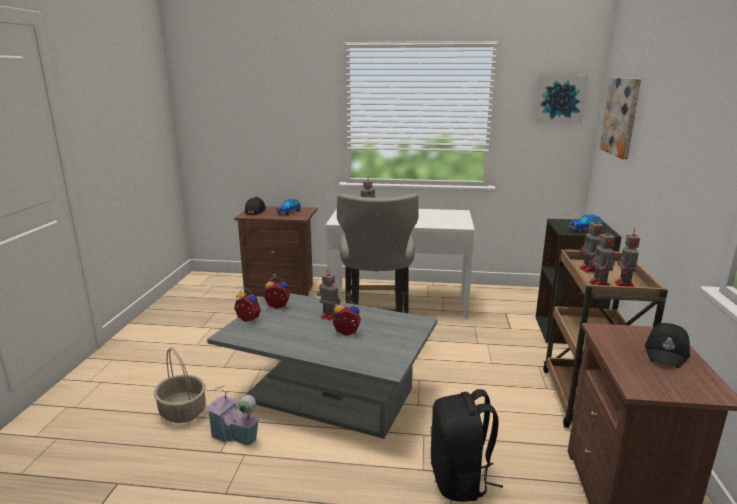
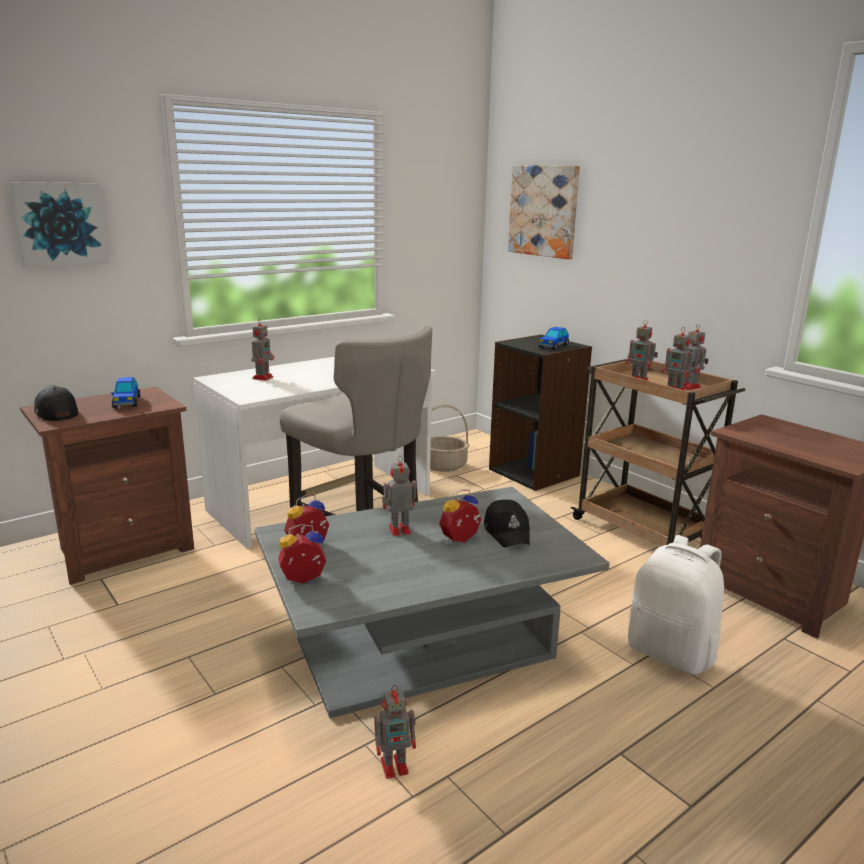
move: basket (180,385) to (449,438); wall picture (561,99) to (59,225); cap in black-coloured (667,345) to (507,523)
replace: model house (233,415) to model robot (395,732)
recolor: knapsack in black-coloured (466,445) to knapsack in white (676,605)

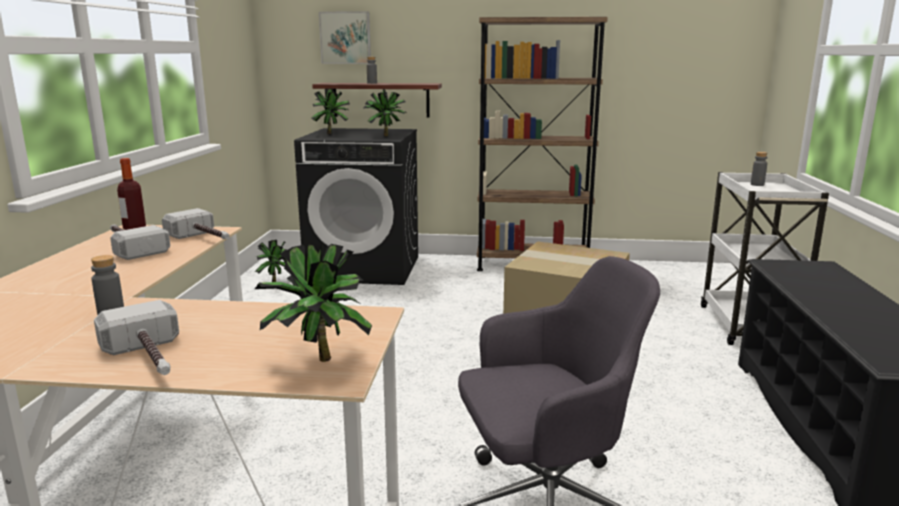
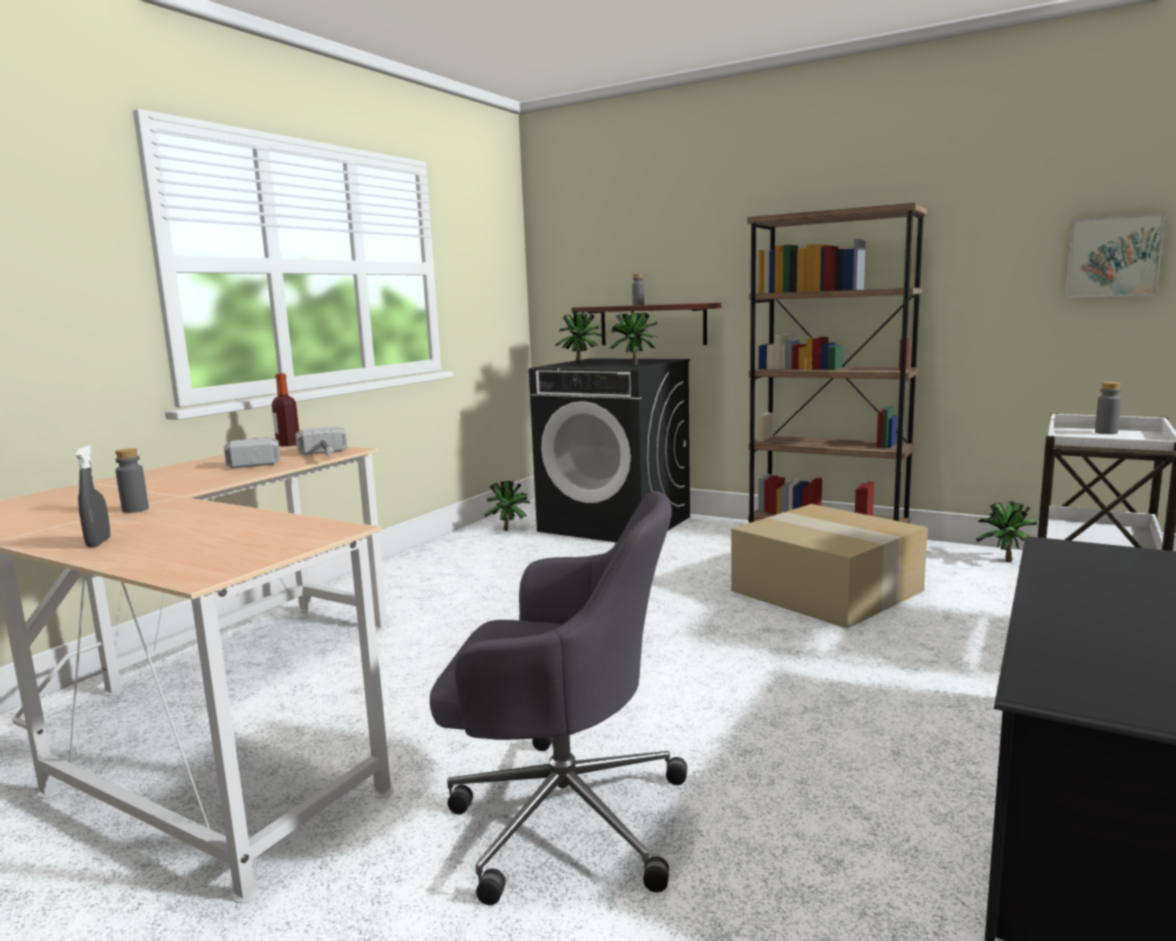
move: potted plant (313,302) to (1007,532); wall picture (345,37) to (1115,255)
replace: hand hammer (136,337) to hand sprayer in greyish (92,496)

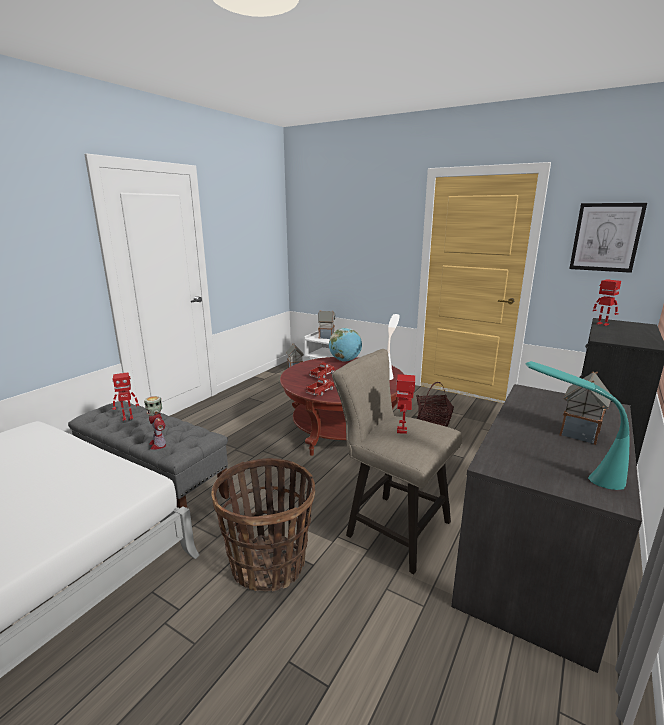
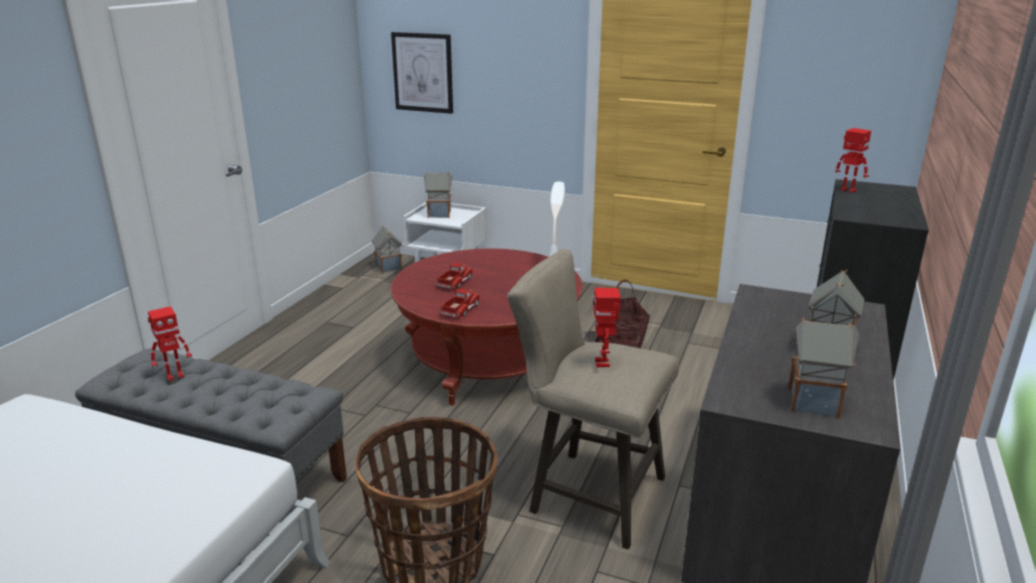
delete: model robot (155,423); globe (345,345)
move: wall picture (608,238) to (422,73)
replace: lamp for a table in blue-green (577,425) to model house (823,368)

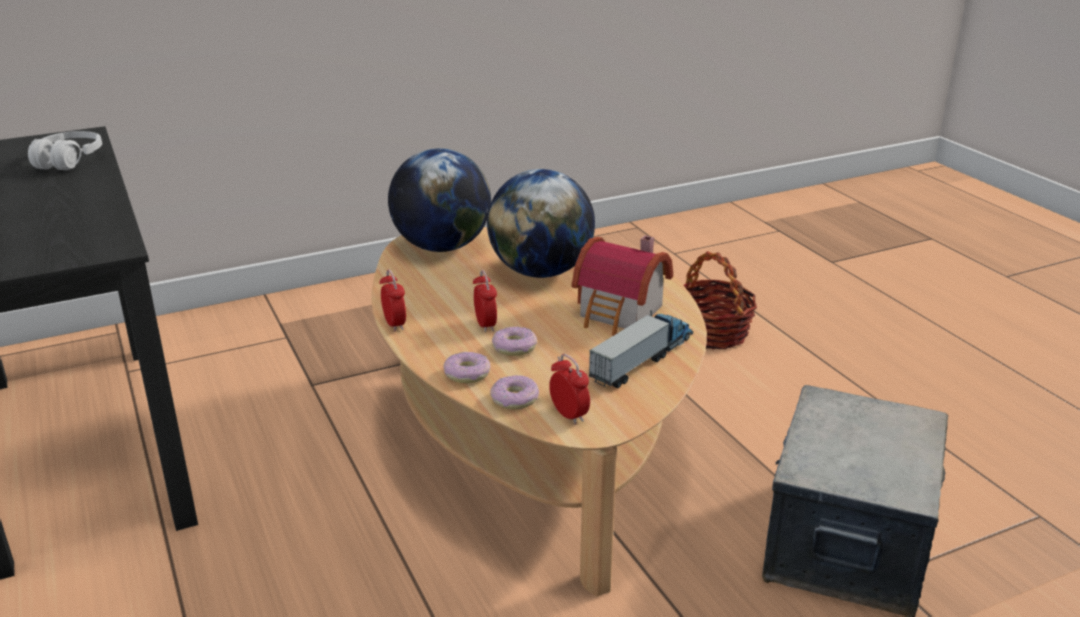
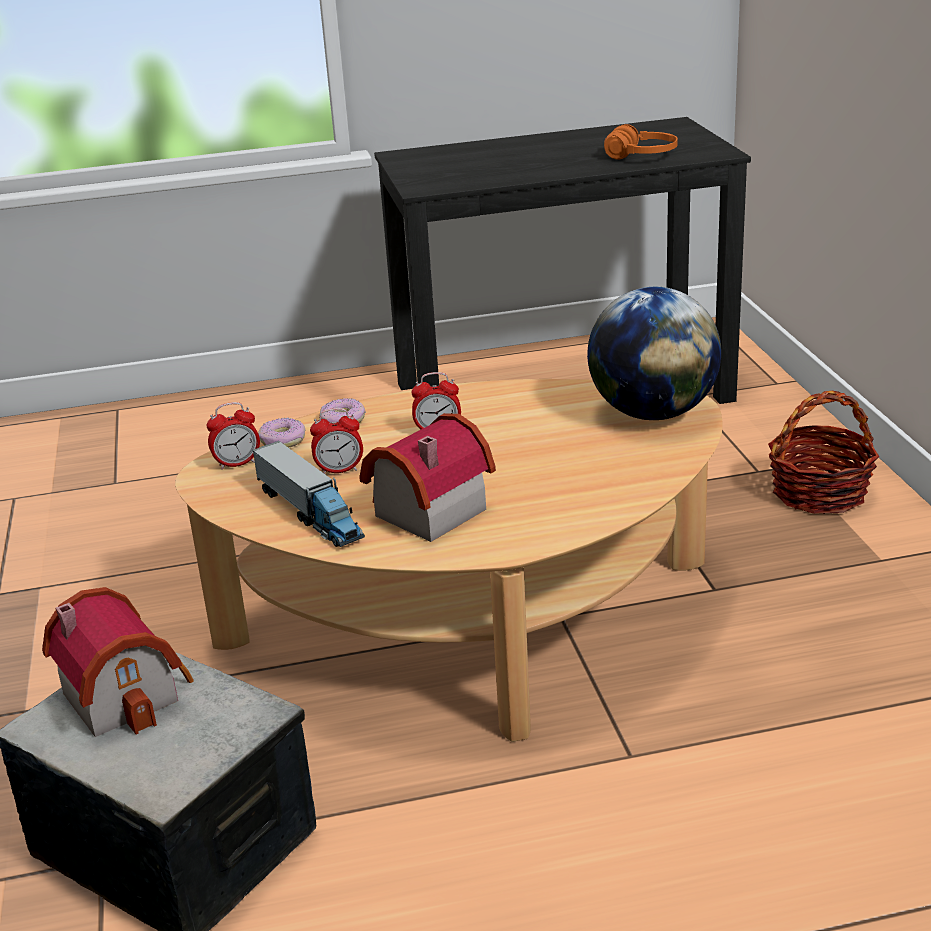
delete: globe (541,223); doughnut (514,341)
insert: model house (118,662)
move: alarm clock (393,300) to (336,441); basket (720,300) to (823,452)
recolor: headset in white (65,150) to headset in orange (641,141)

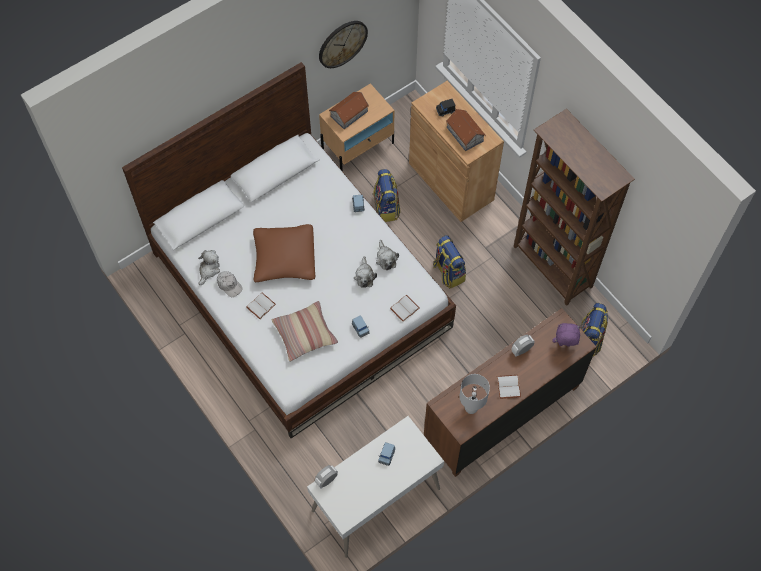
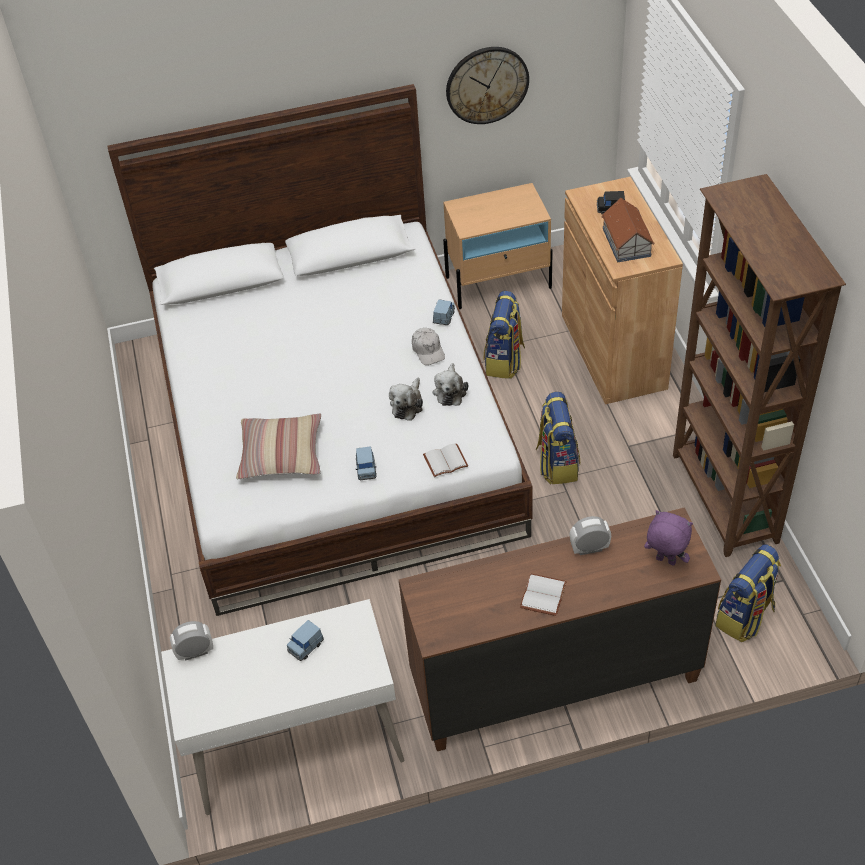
delete: cuddly toy (209,267); volume in white (261,306); throw pillow in brownish (284,253); model house (349,110); lamp for a table in white (474,394)
move: cap in white (230,284) to (428,346)

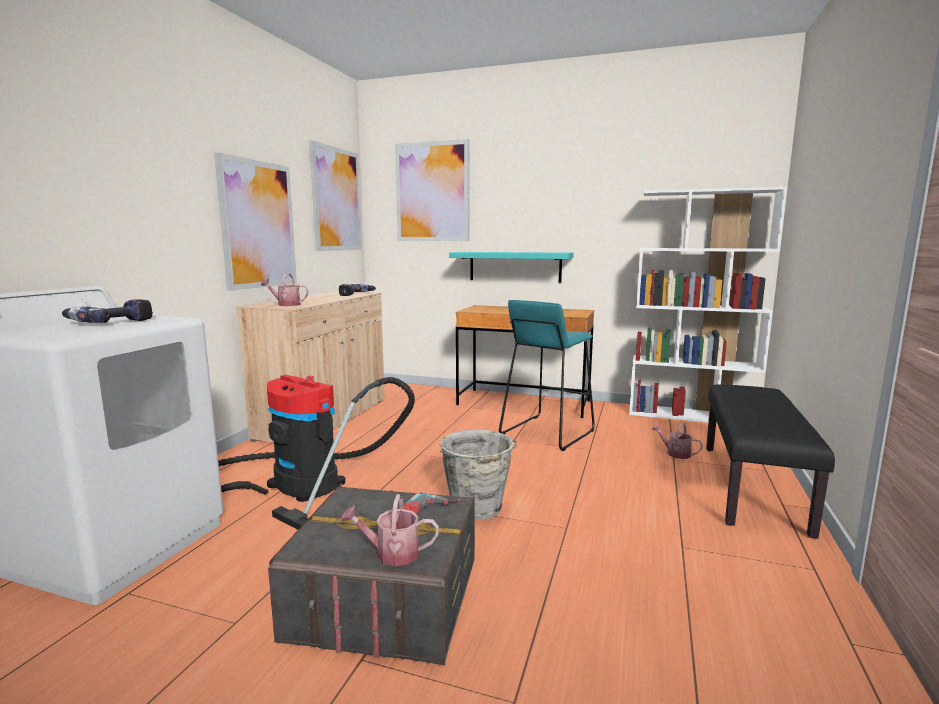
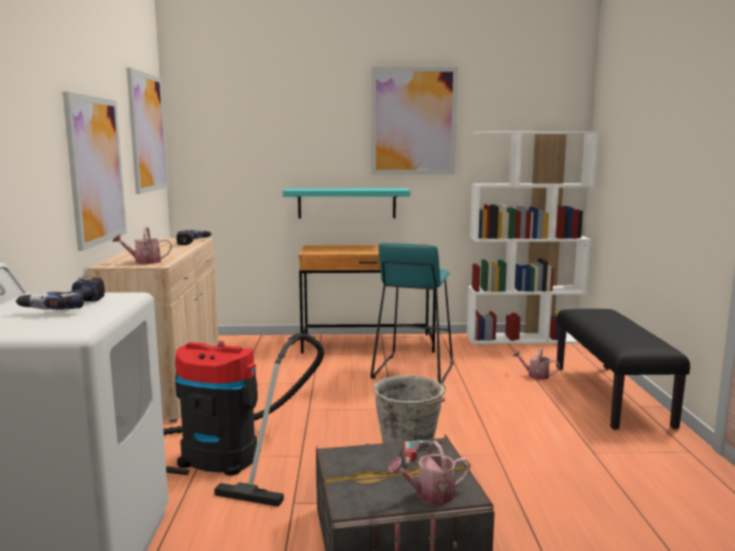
move: wall picture (432,190) to (414,120)

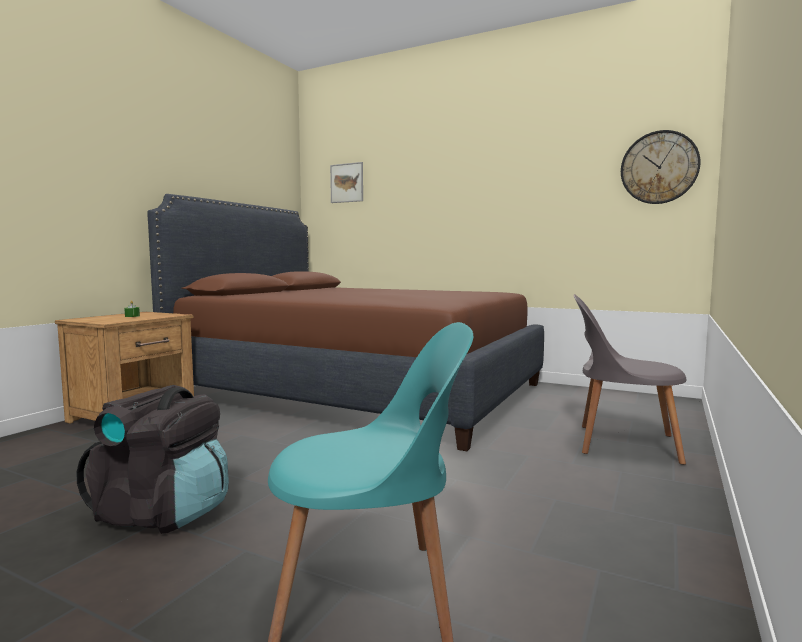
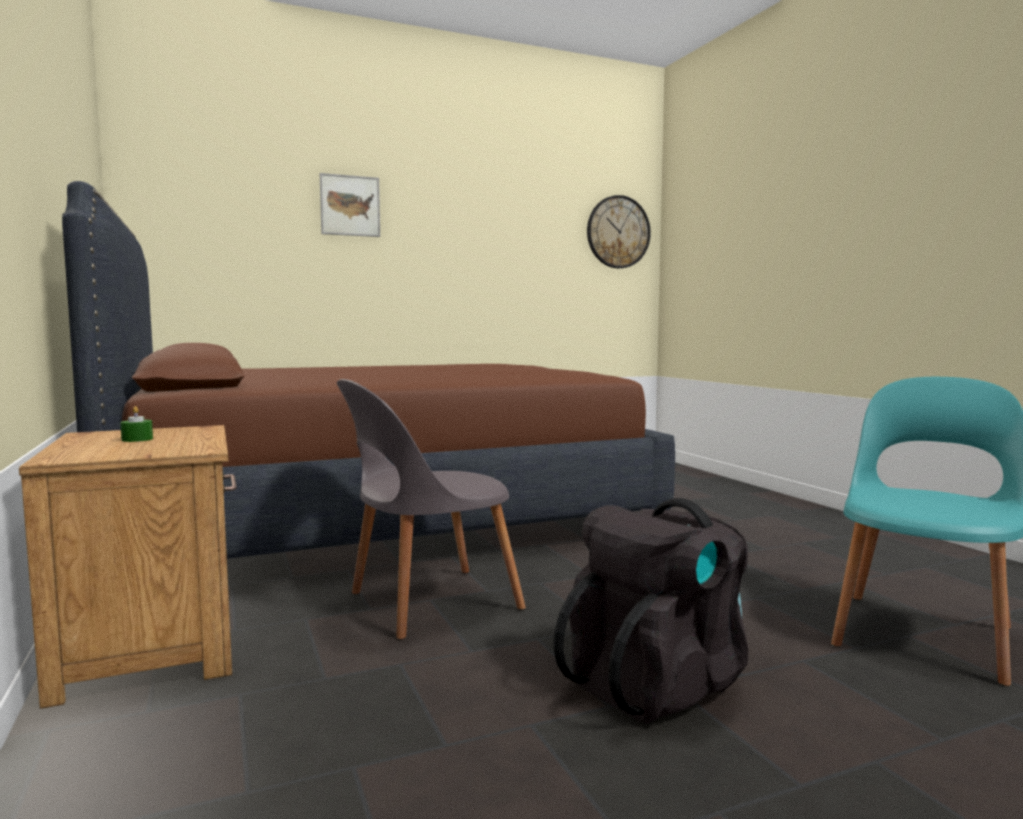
move: wall picture (346,182) to (350,205); upright chair in greyish (629,379) to (431,509)

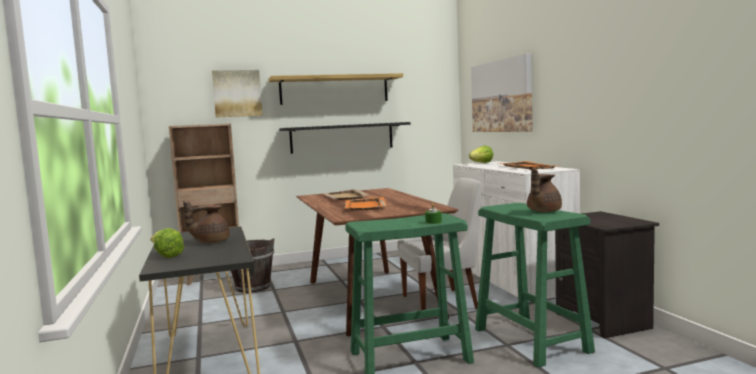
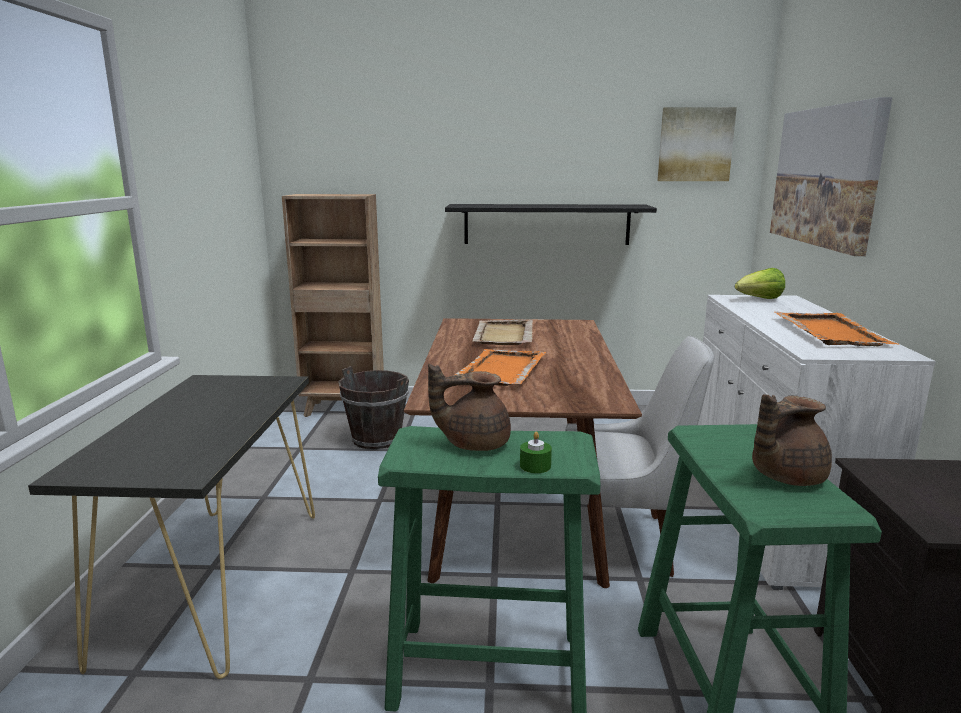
delete: head of lettuce (167,243); wall shelf (336,89)
move: teapot in brownish (206,222) to (469,407); wall picture (237,94) to (697,144)

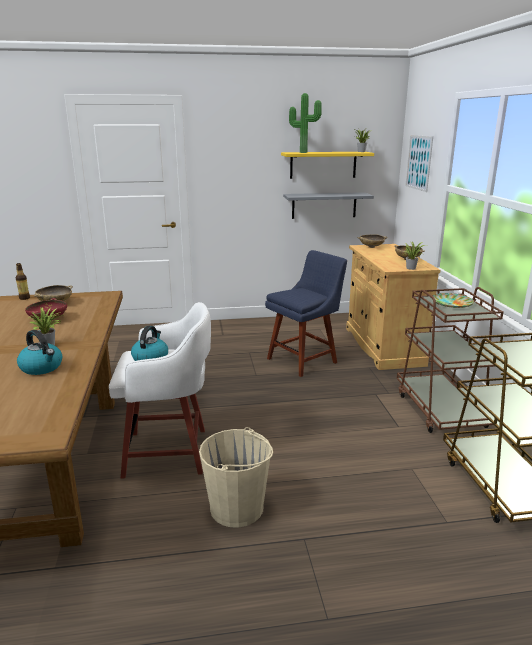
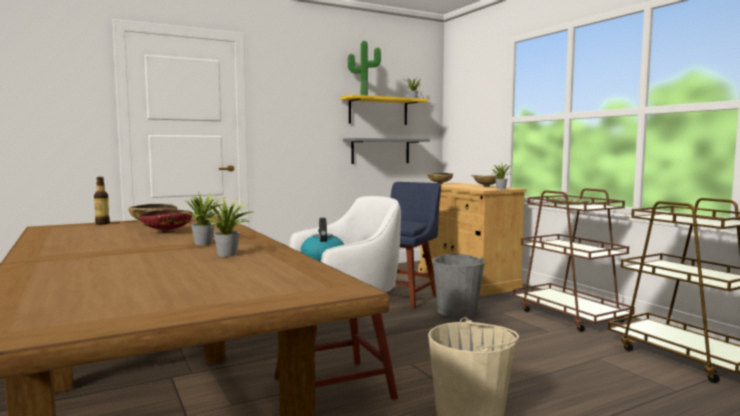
delete: wall picture (419,163)
insert: bucket in greyish (458,286)
replace: tea kettle (40,352) to potted plant (229,227)

